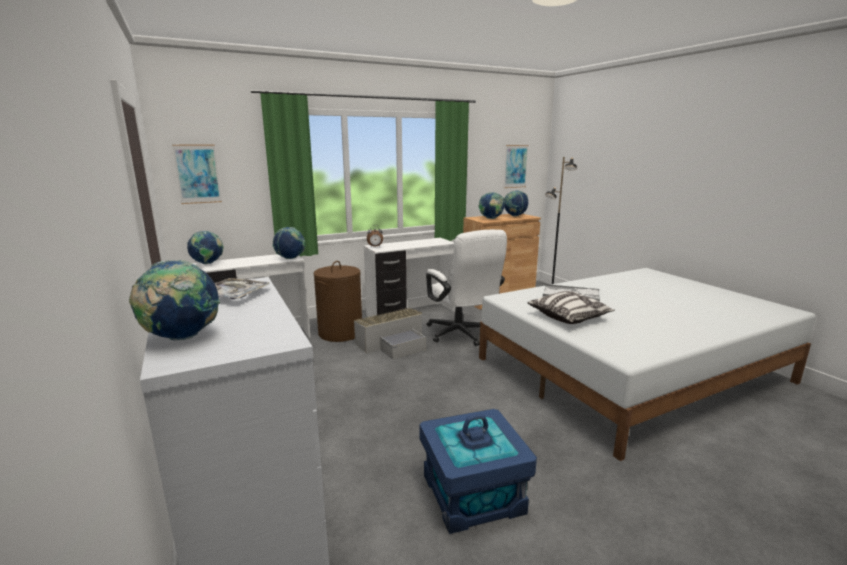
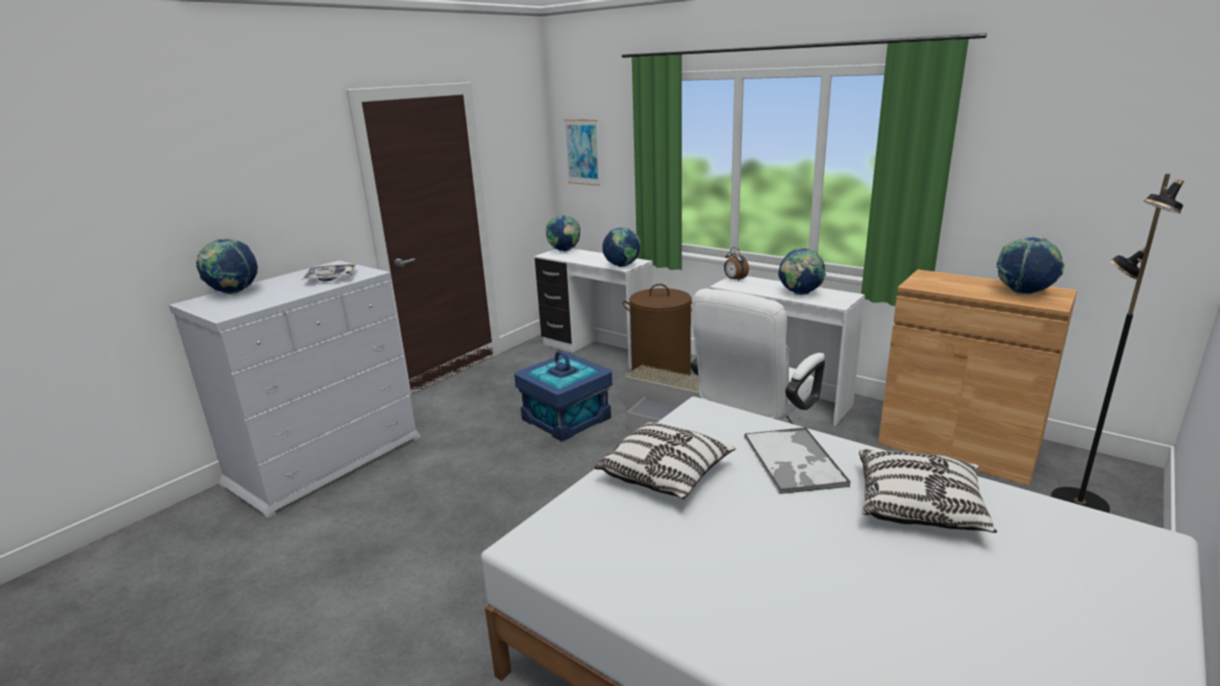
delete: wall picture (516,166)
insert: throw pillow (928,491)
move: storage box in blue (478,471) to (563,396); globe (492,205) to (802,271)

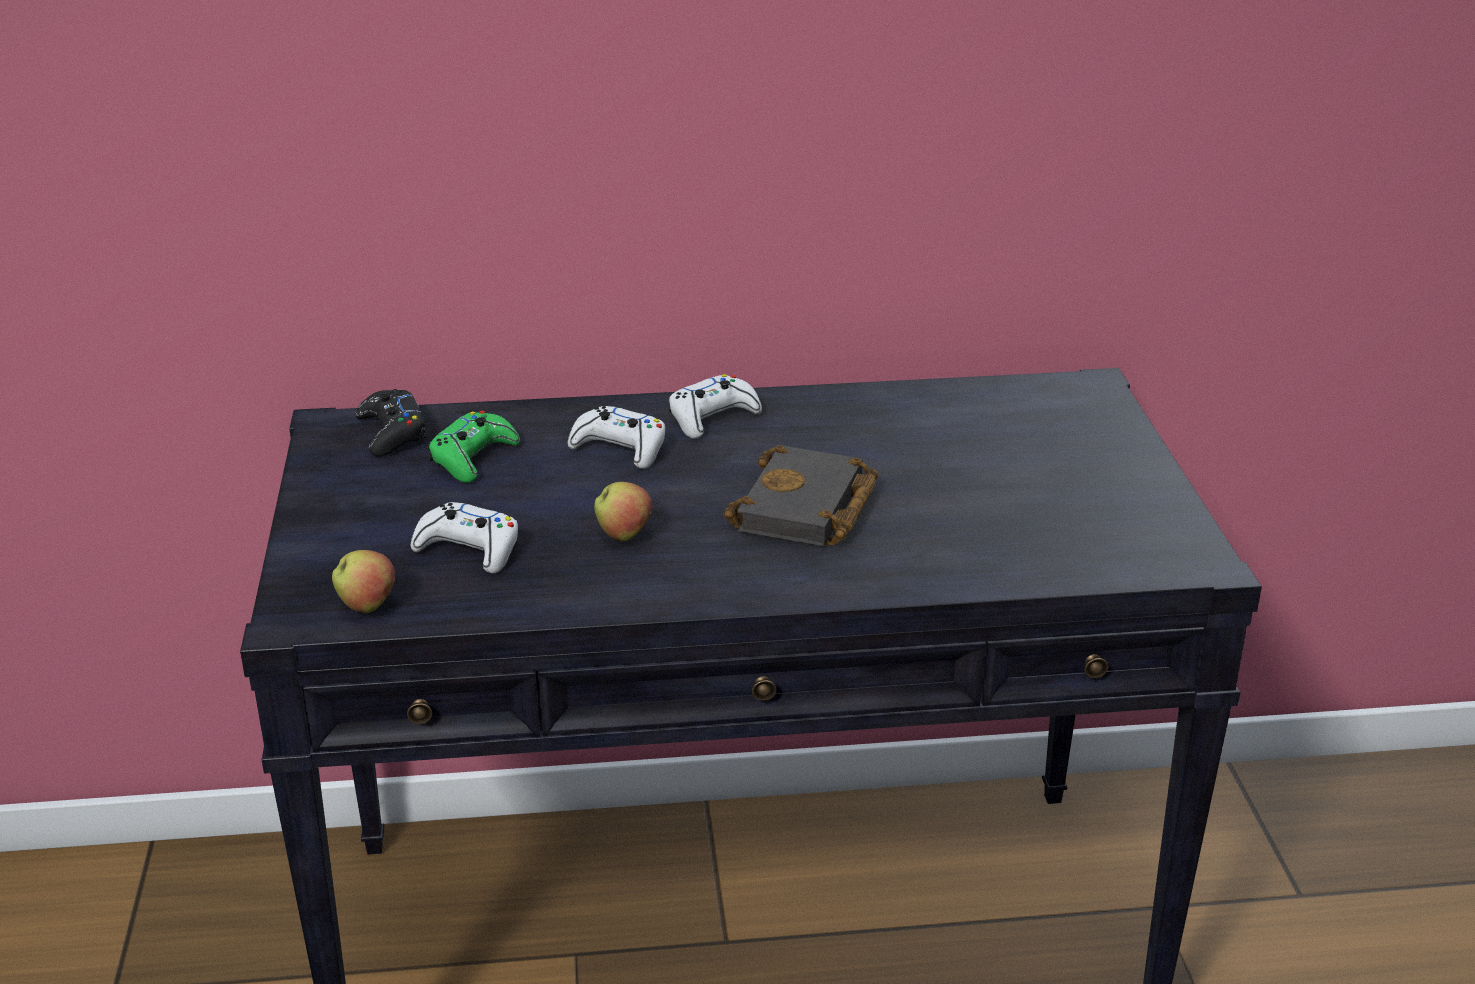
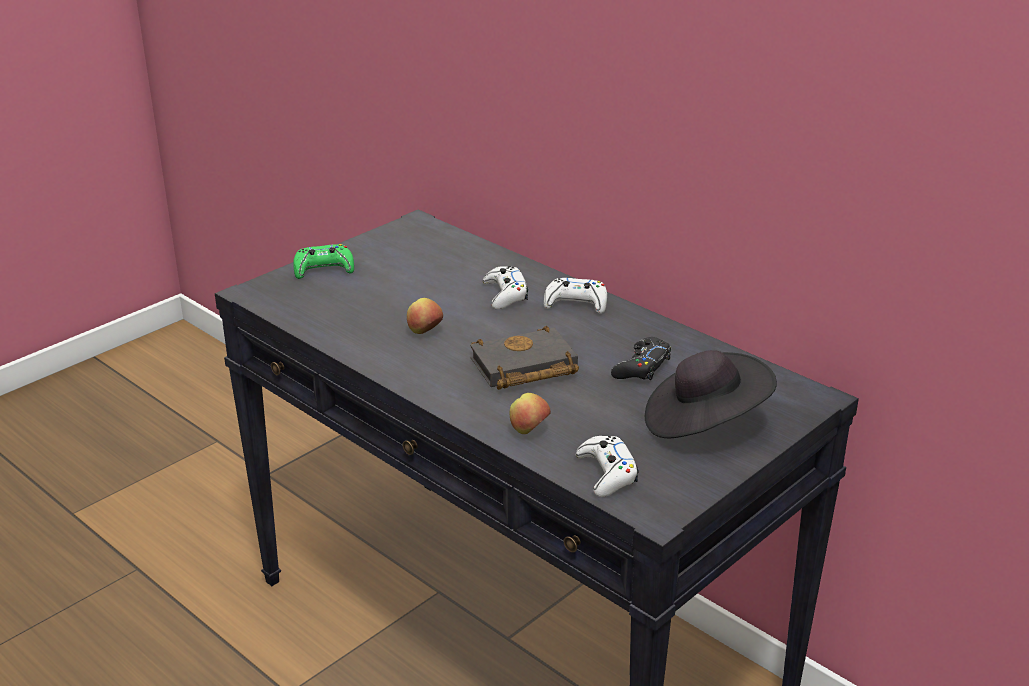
insert: wearable hat in black-coloured (711,394)
move: whole apple (364,581) to (530,413); game controller in black-coloured (390,423) to (641,358); game controller in white (464,537) to (607,466); game controller in green-coloured (474,447) to (323,261)

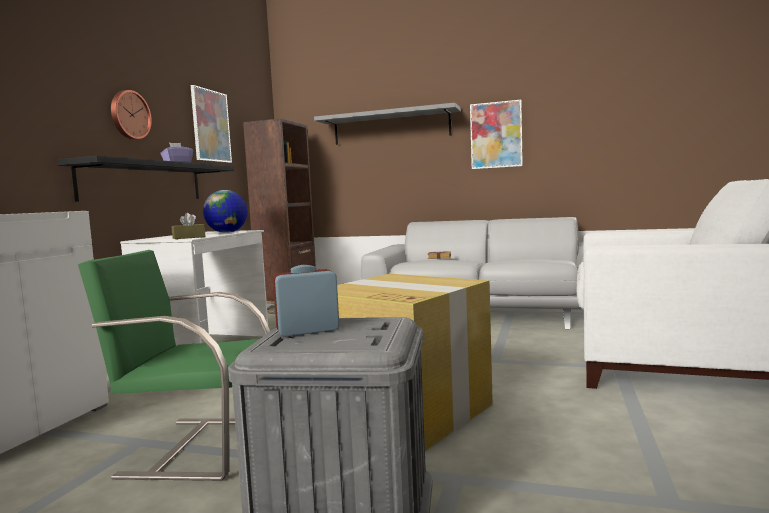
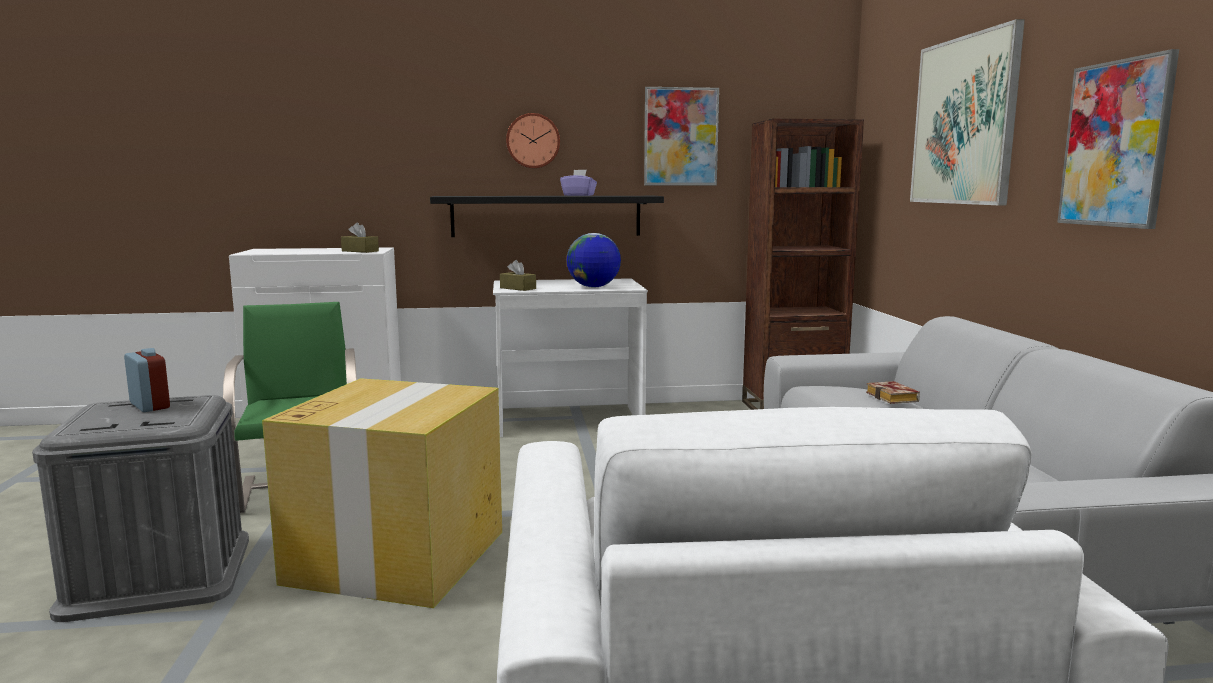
insert: tissue holder in brownish (360,237)
replace: wall shelf in greyish (387,124) to wall picture (967,112)

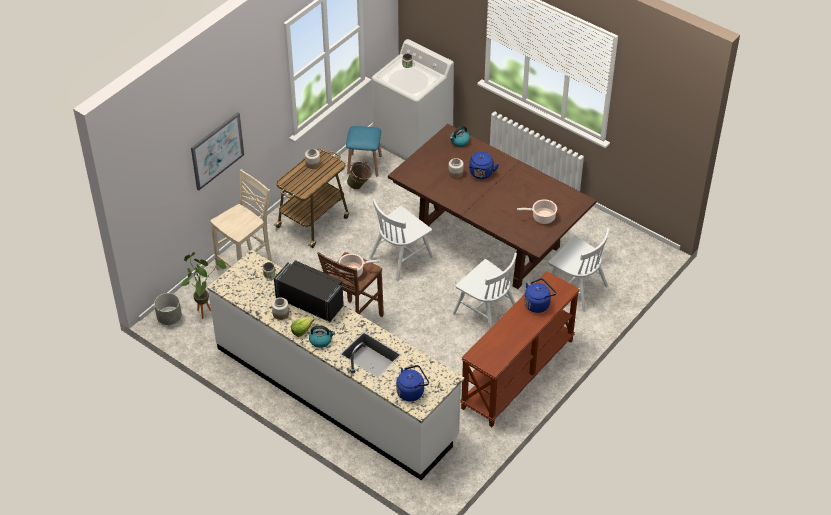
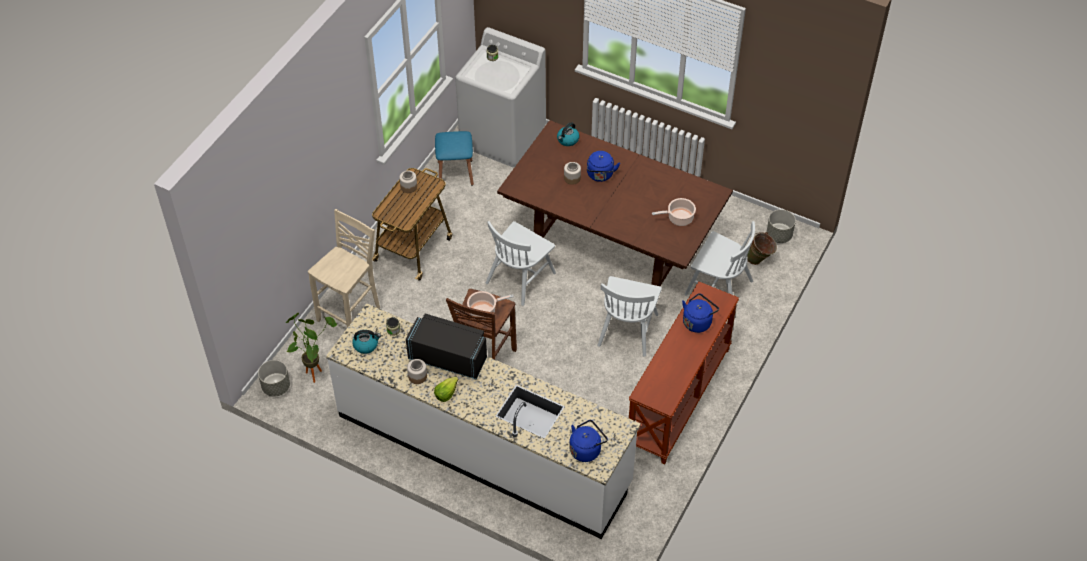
delete: wall picture (217,151)
insert: flower pot in greyish (781,226)
move: tea kettle (322,337) to (366,342); bucket in green-coloured (359,175) to (762,248)
rotate: upright chair in white (485,291) = (630,316) 75 degrees clockwise

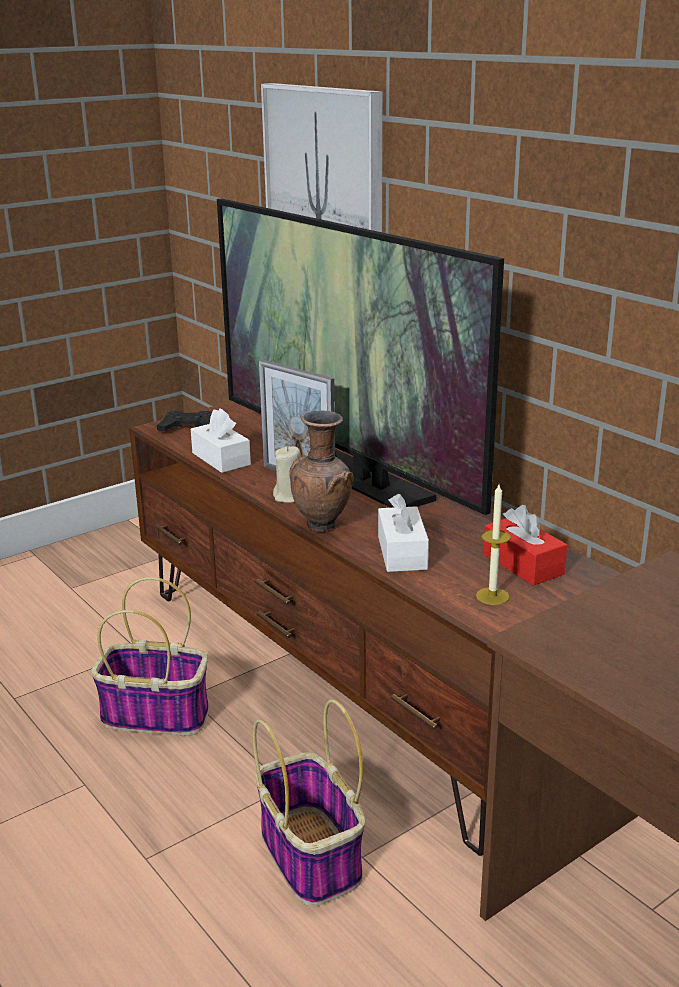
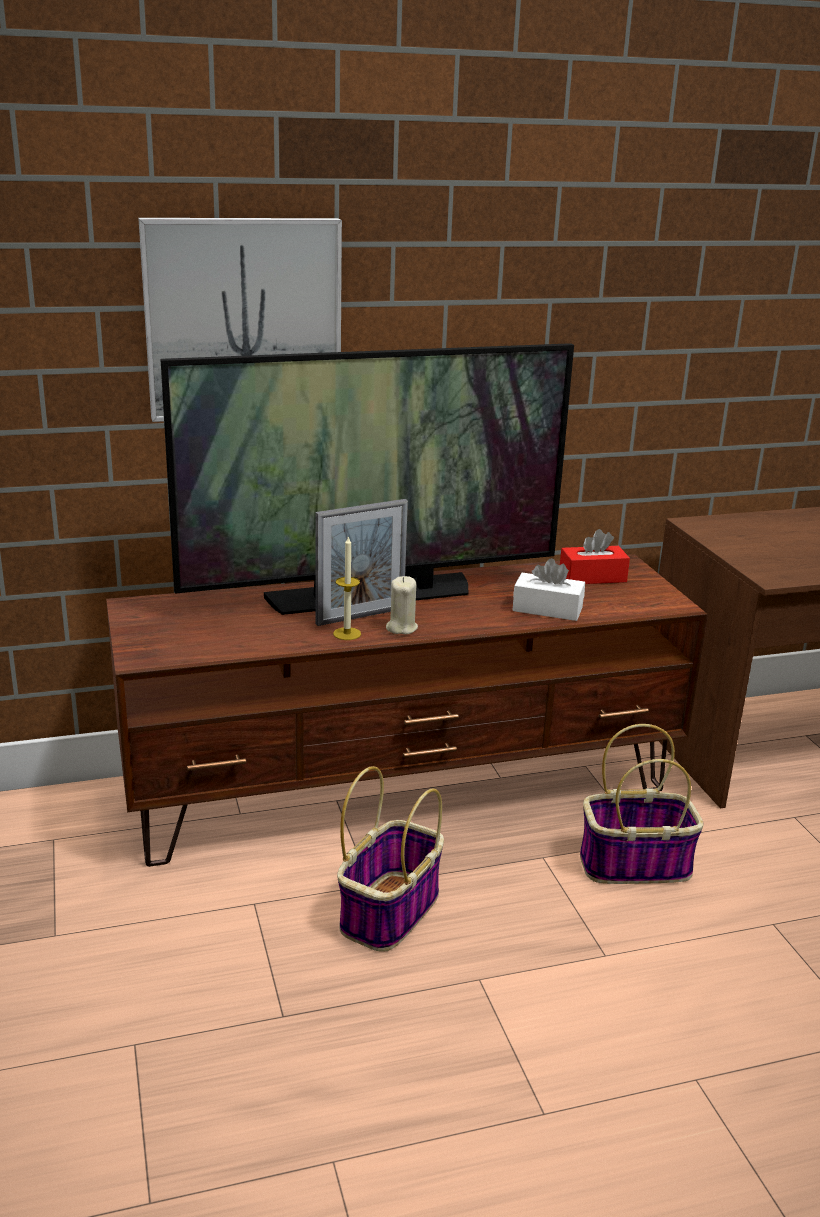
delete: game controller in black-coloured (184,421); tissue holder in white (221,440); vase in brownish (321,471)
move: wax light (493,544) to (347,587)

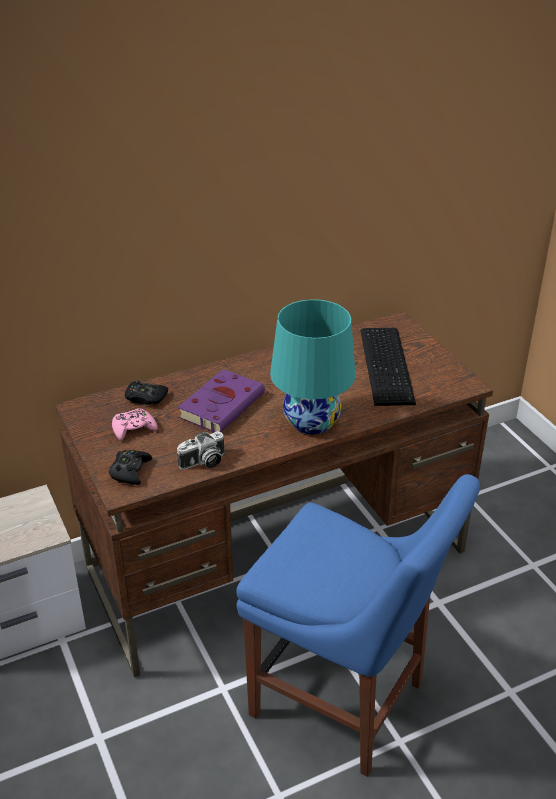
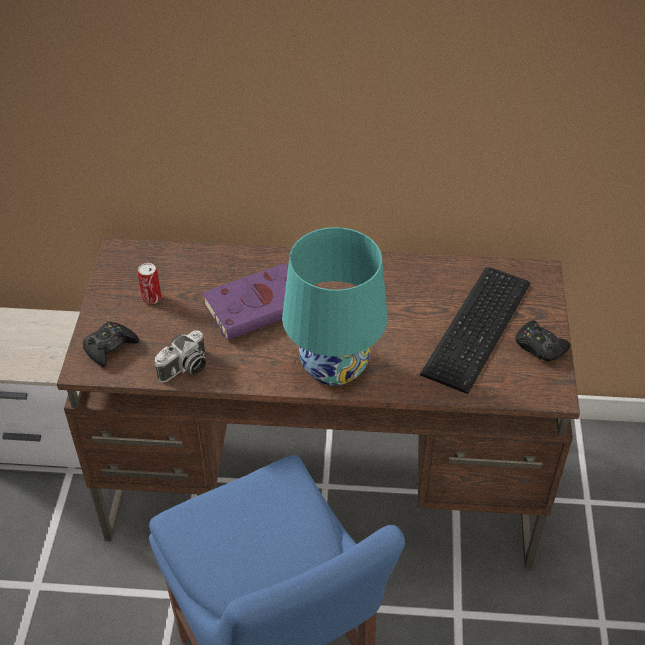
move: game controller in black-coloured (146,393) to (543,341)
replace: game controller in pink (134,424) to sealed can (149,283)
rotate: still camera (200,450) = (180,356) 45 degrees counterclockwise

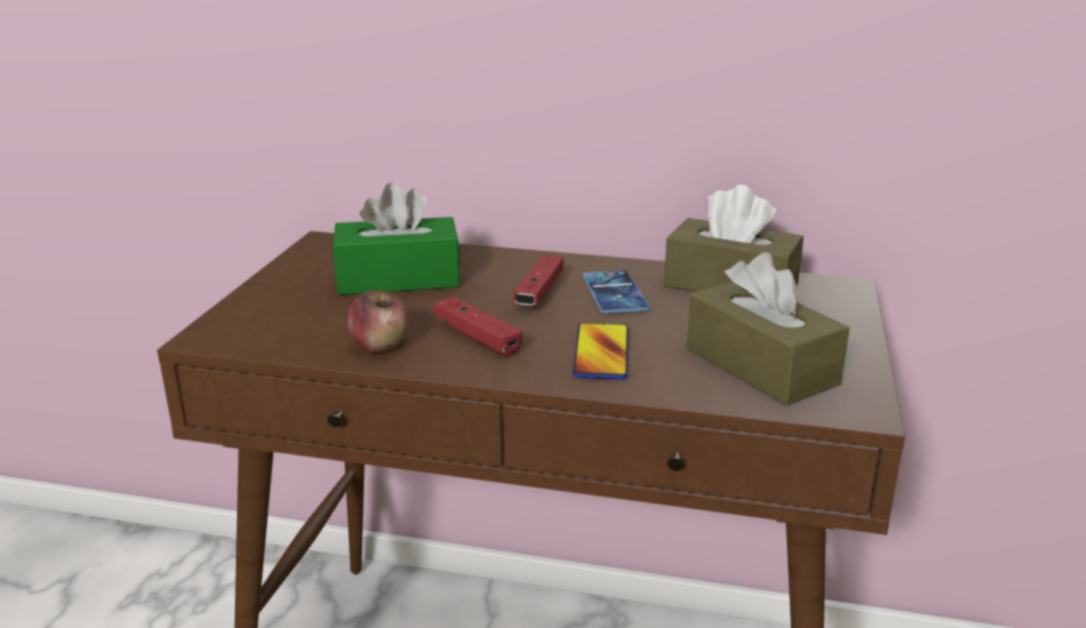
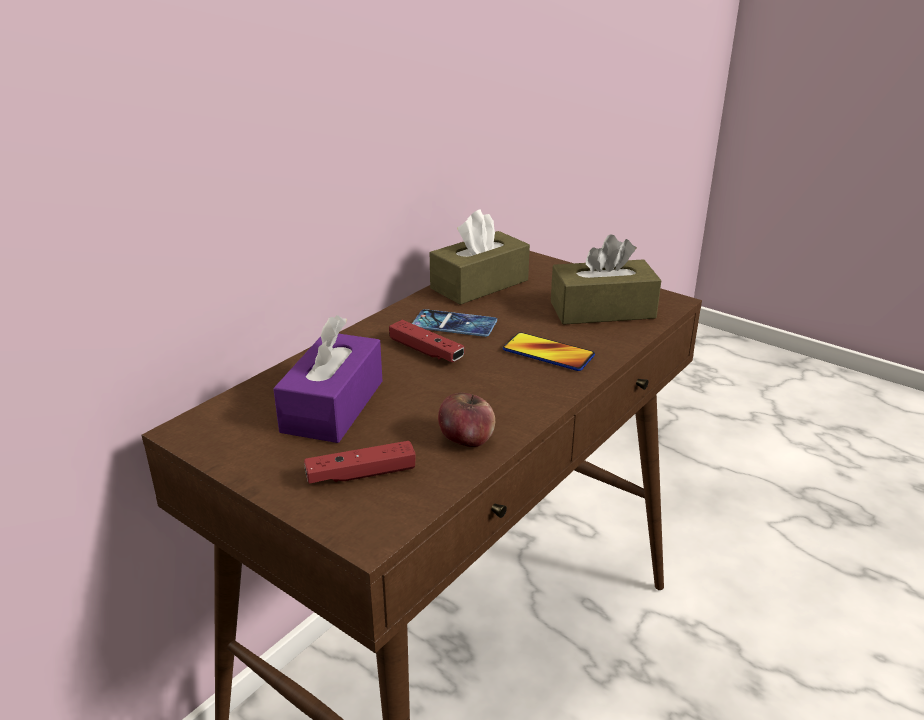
move: game controller in reddish (478,326) to (360,462)
recolor: tissue holder in green-coloured (396,238) to tissue holder in purple (327,379)

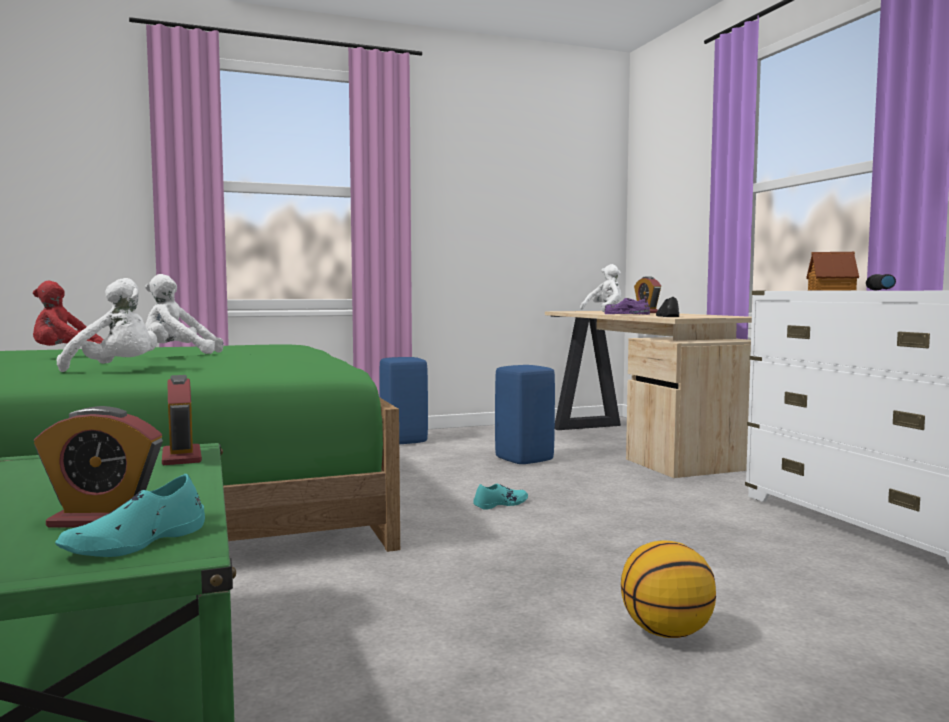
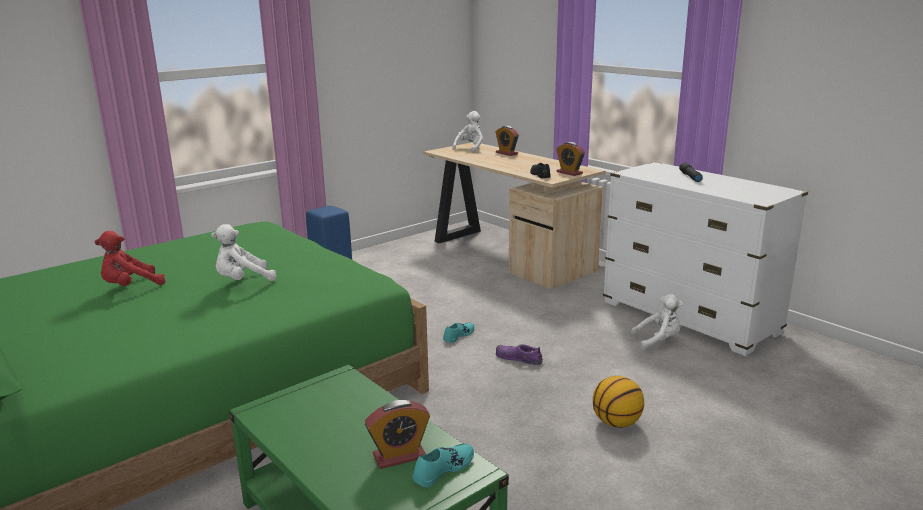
delete: stool seat in blue (525,414); model house (832,271)
move: cuddly toy in white (107,325) to (657,322); alarm clock (182,420) to (570,159); low shoe in purple (627,305) to (519,354)
rotate: low shoe in blue-green (130,515) = (443,465) 150 degrees counterclockwise

